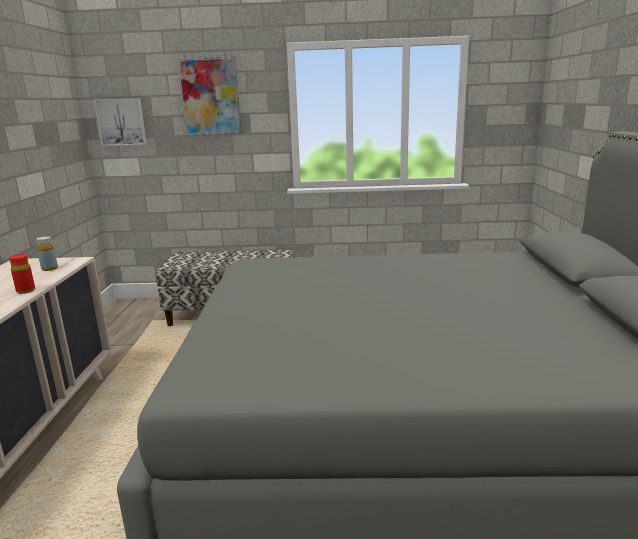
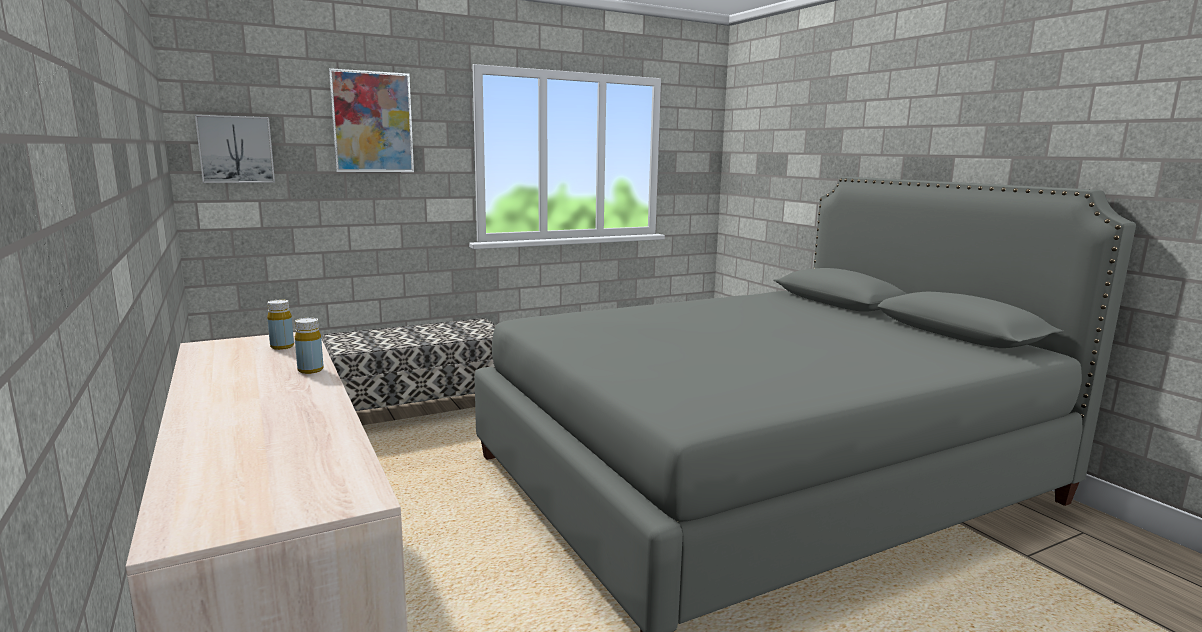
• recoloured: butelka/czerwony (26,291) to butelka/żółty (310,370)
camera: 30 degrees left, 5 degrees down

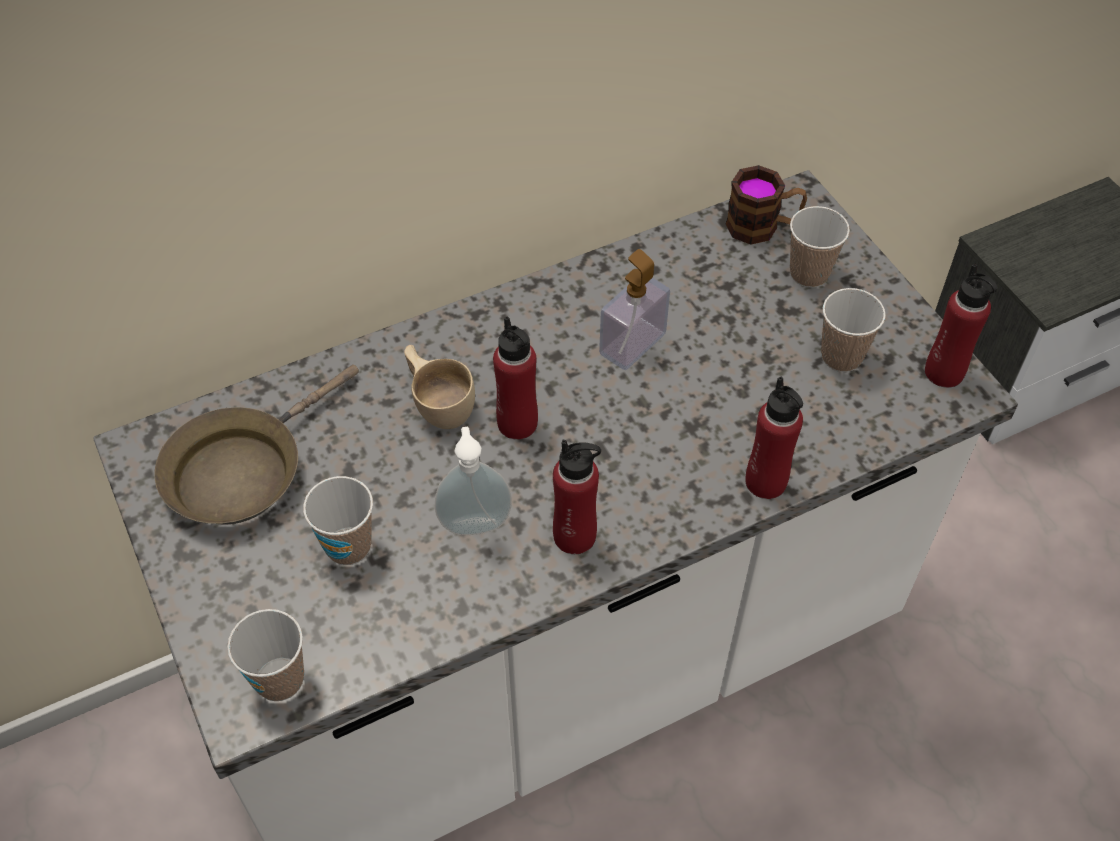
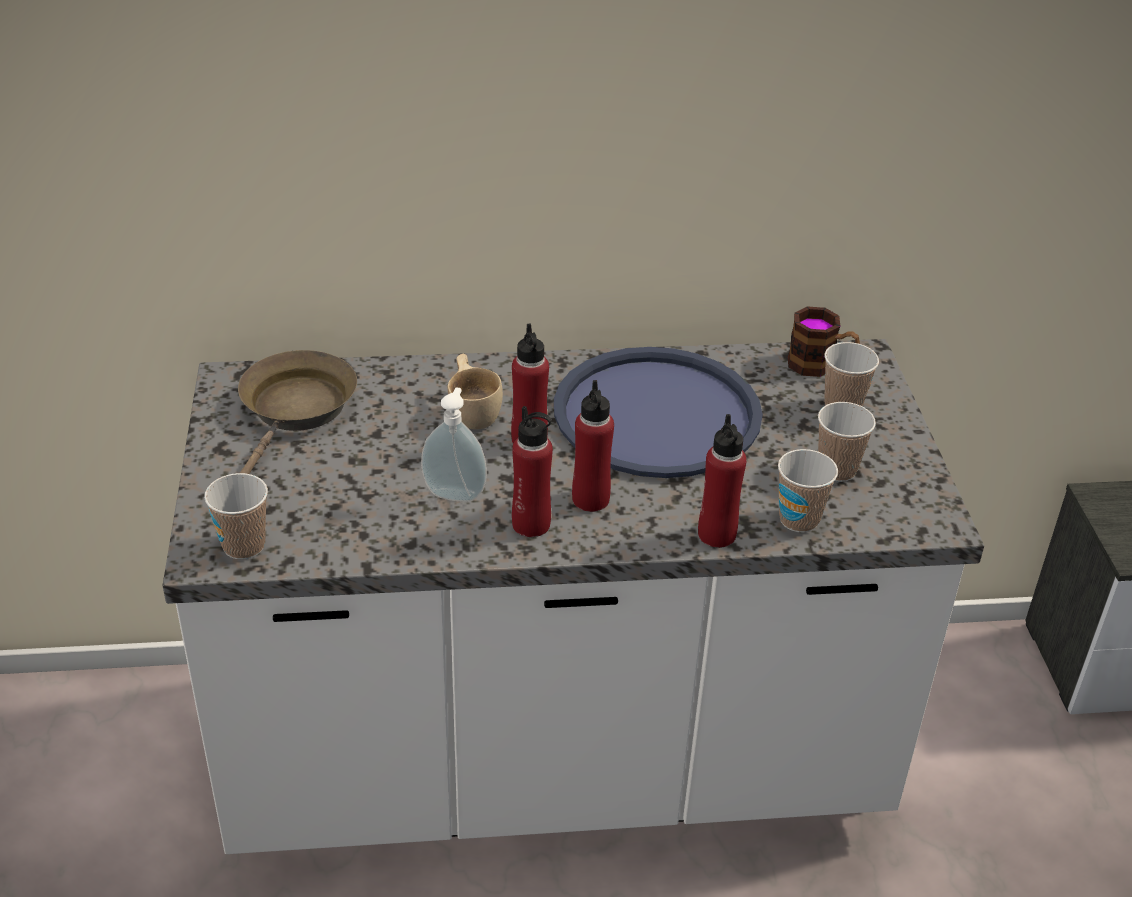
• moved: filiżanka (348,546) to (799,519)
• moved: butelka/czerwony (944,372) to (590,499)
• replaced: dozownik mydła (632,344) to taca/niebieski (657,414)
• turned: patelnia/brązowy (242,470) = (296,411) 135 degrees clockwise
camera: 20 degrees right, 15 degrees down

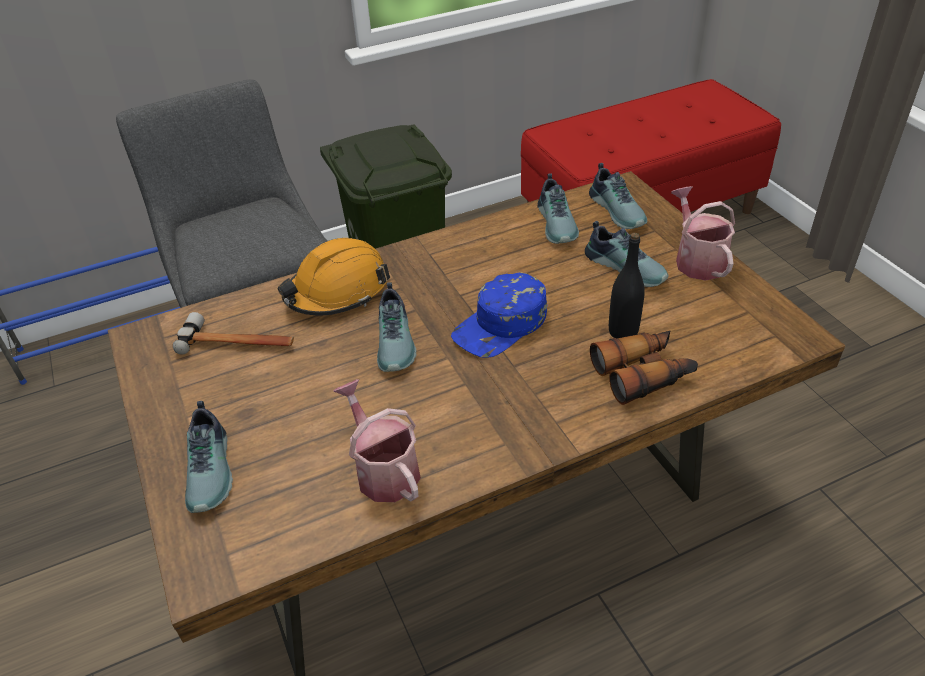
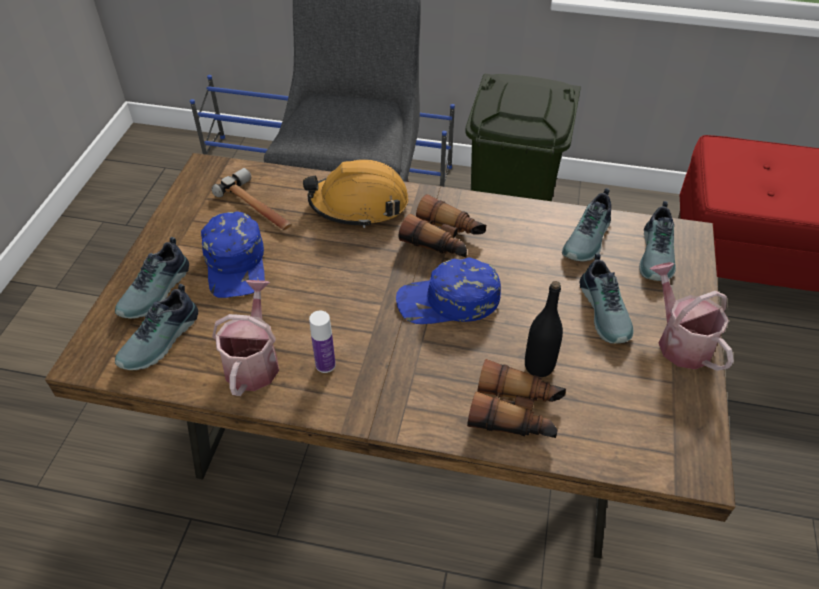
• added: czapka z daszkiem/niebieski (236,263)
• added: butelka (325,365)
• added: lornetka (444,239)
• moved: but (397,342) to (162,340)
• turned: konewka (697,260) = (680,341) 45 degrees counterclockwise
camera: 35 degrees right, 5 degrees up

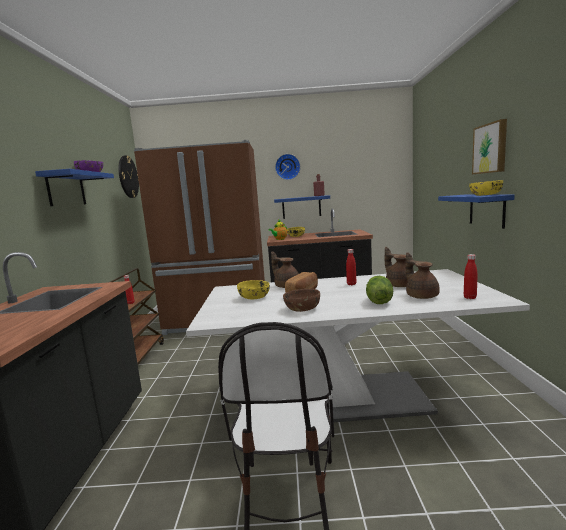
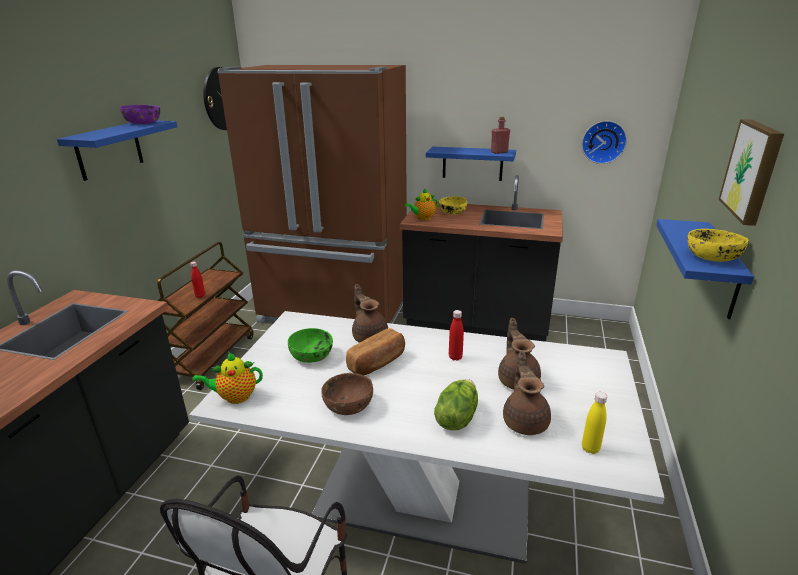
• added: imbryk (235,397)
• moved: zegar ścienny (287,167) to (603,142)
• recoloured: miska/żółty (254,297) to miska/zielony (312,356)
• recoloured: butelka/czerwony (470,297) to butelka/żółty (590,448)
camera: 15 degrees right, 15 degrees up

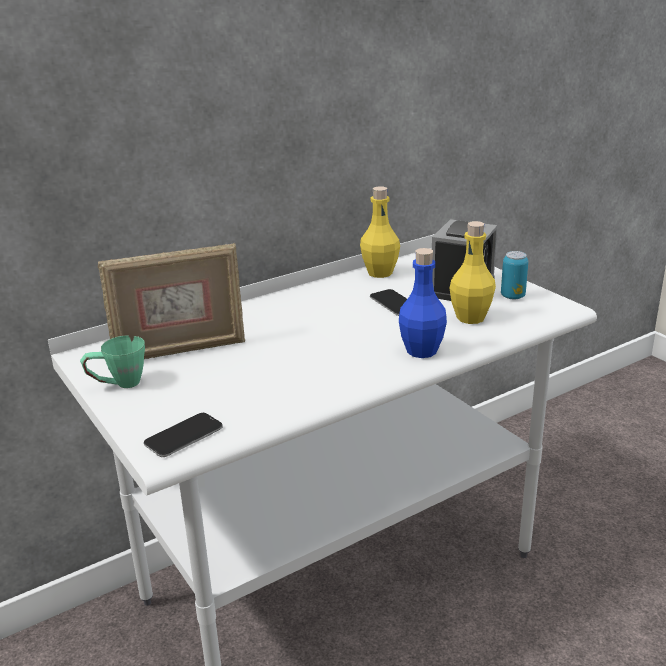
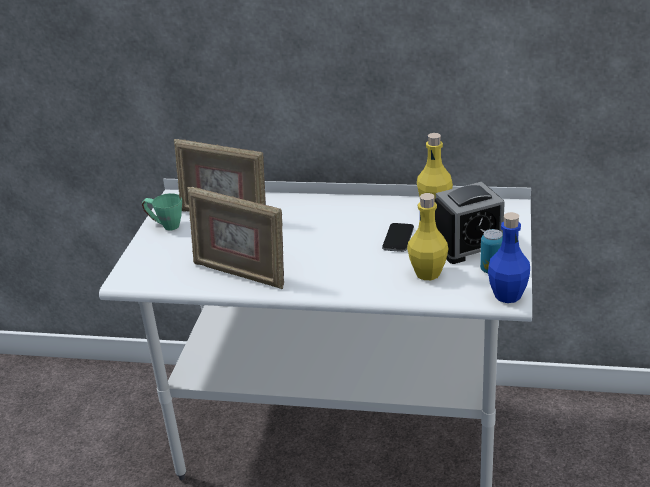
• removed: telefon (184,436)
• added: ramka na zdjęcie (240,273)
• moved: butelka/niebieski (421,351) to (507,295)
camera: 45 degrees right, 5 degrees up

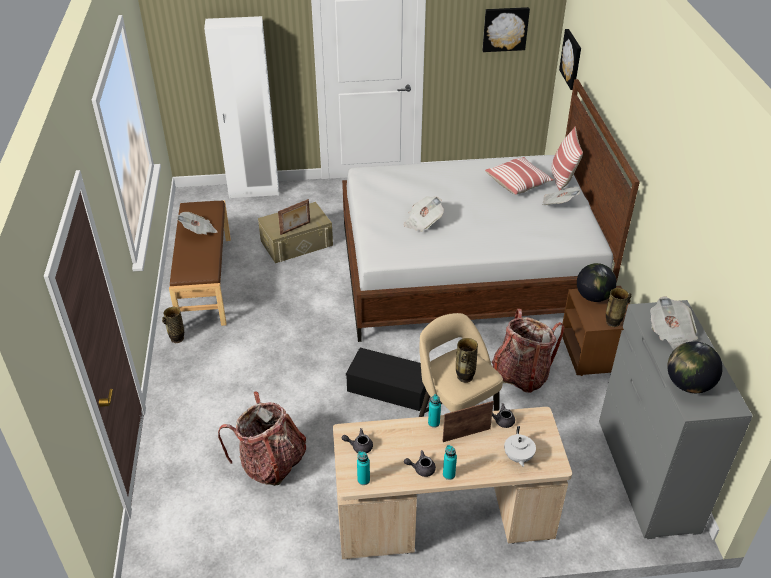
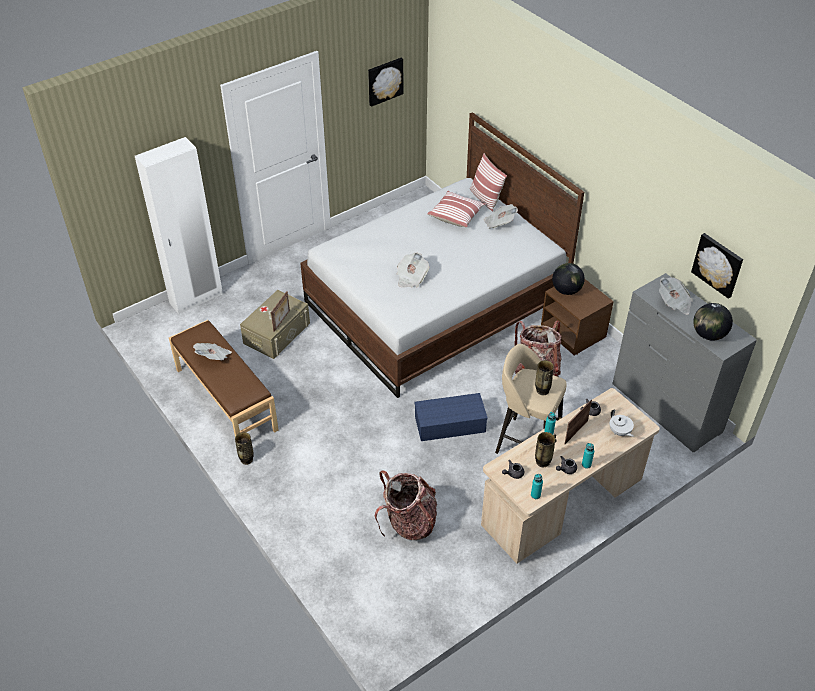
• moved: obraz (572,59) to (718,264)
• moved: wazon (613,322) to (543,462)
• recoloured: pojemnik do przechowywania/czarny (388,388) to pojemnik do przechowywania/niebieski (449,425)
camera: 30 degrees left, 5 degrees up

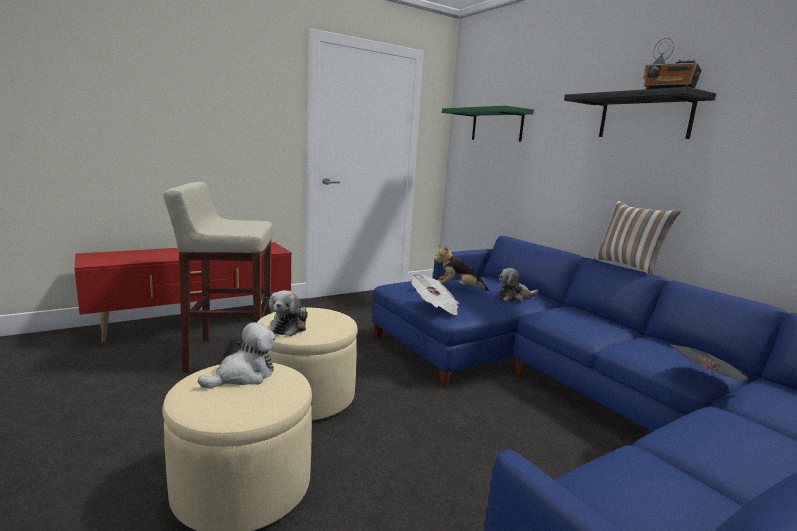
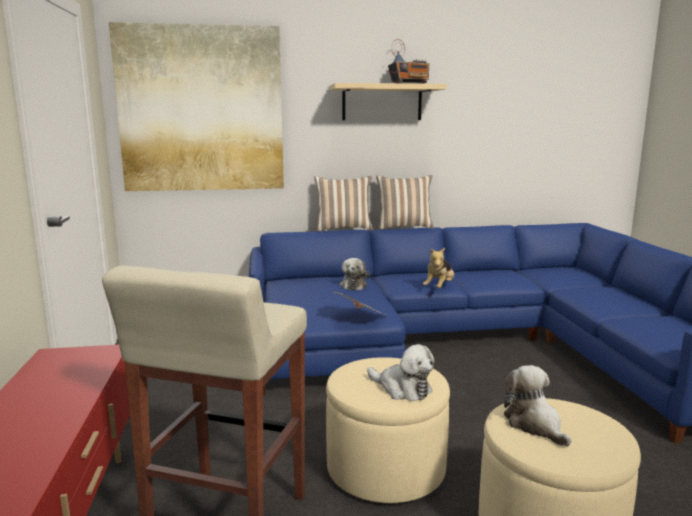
• removed: gazeta (706,381)
• added: poduszka (343,228)
• moved: pluszak (458,288) to (439,287)
• replaced: półka/zielony (497,125) to obraz (201,109)
• recoloured: półka/czarny (644,117) to półka/beżowy (382,102)
camera: 65 degrees left, 0 degrees up

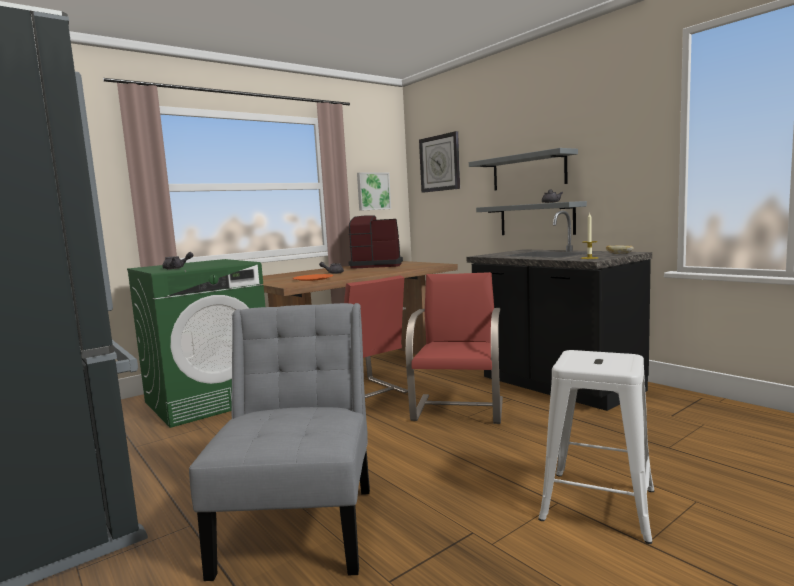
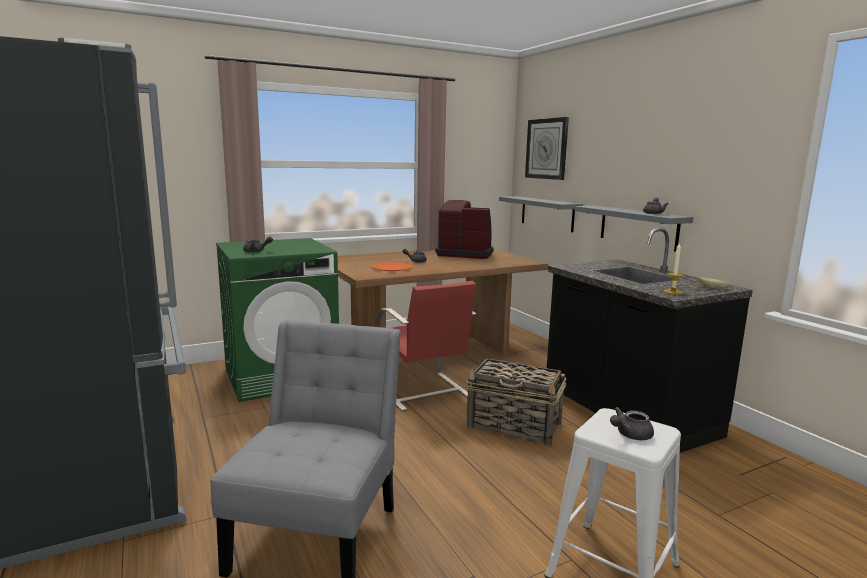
• removed: obraz (373,191)
• added: imbryk/szary (629,435)
• moved: półka/szary (528,171) to (547,213)
• replaced: krzesło/czerwony (459,408) to koszyk (515,425)
camera: 10 degrees right, 5 degrees up

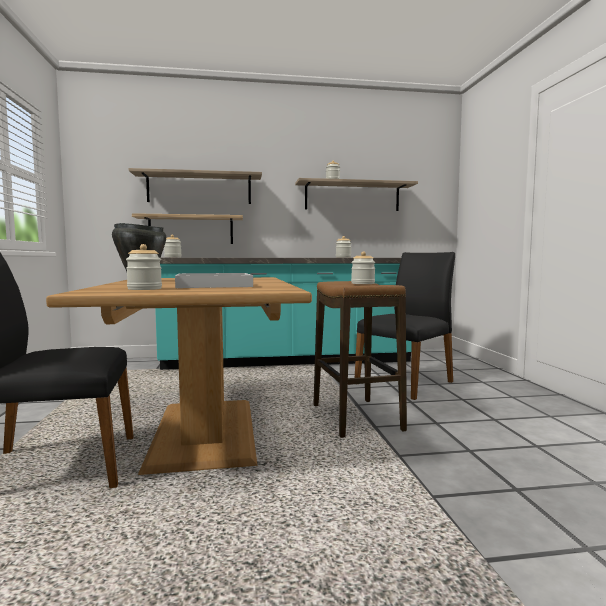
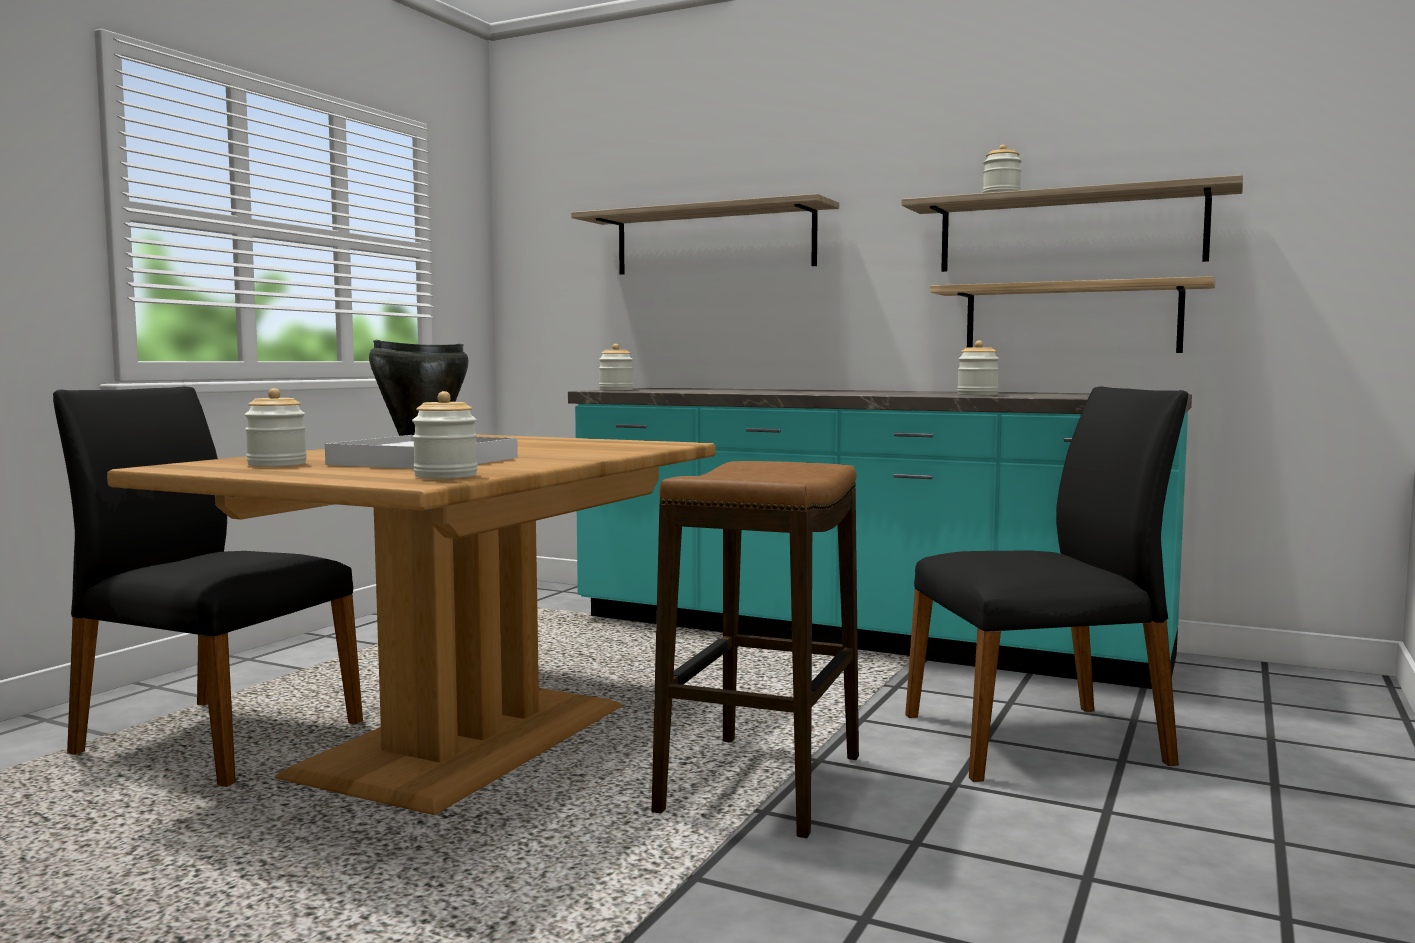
• moved: półka (191,230) to (1071,319)
• moved: słoik (363,283) to (446,476)
camera: 35 degrees right, 0 degrees up

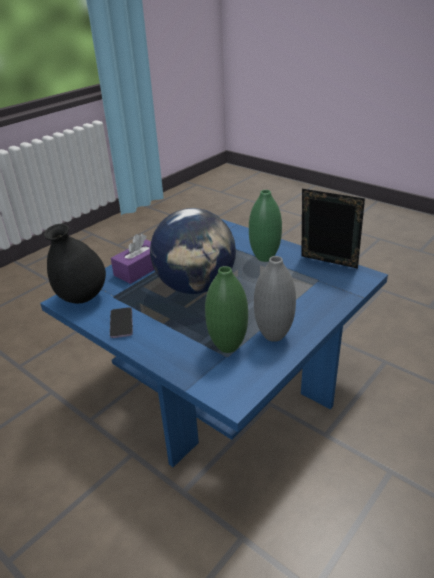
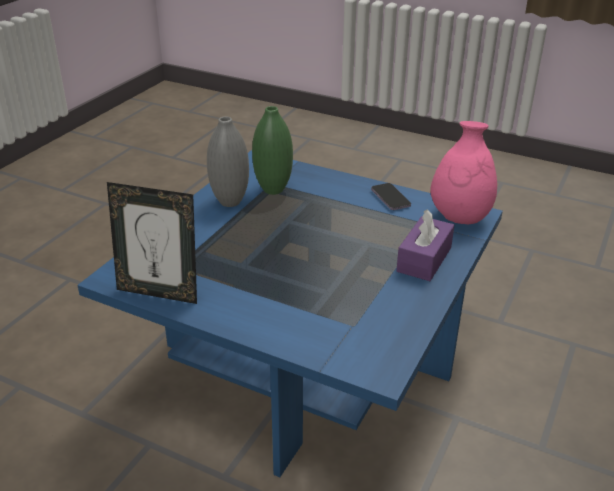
• removed: globus (196,287)
• removed: wazon/zielony (264,258)
• recoloured: wazon/czarny (82,298) to wazon/różowy (459,218)
camera: 165 degrees right, 0 degrees up

